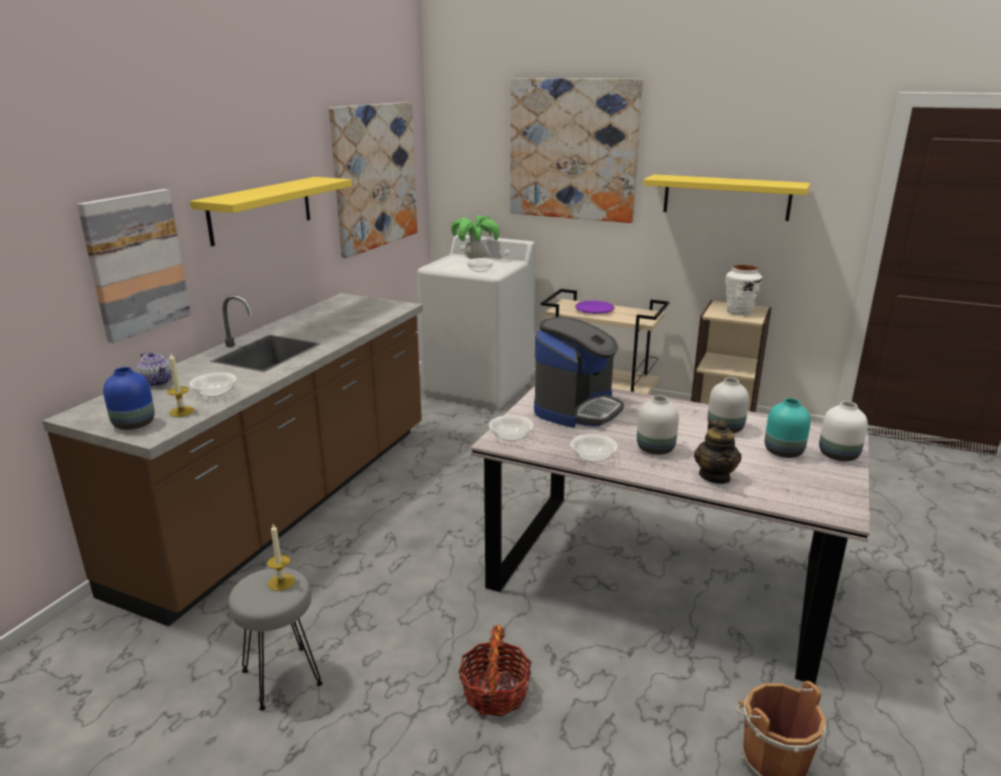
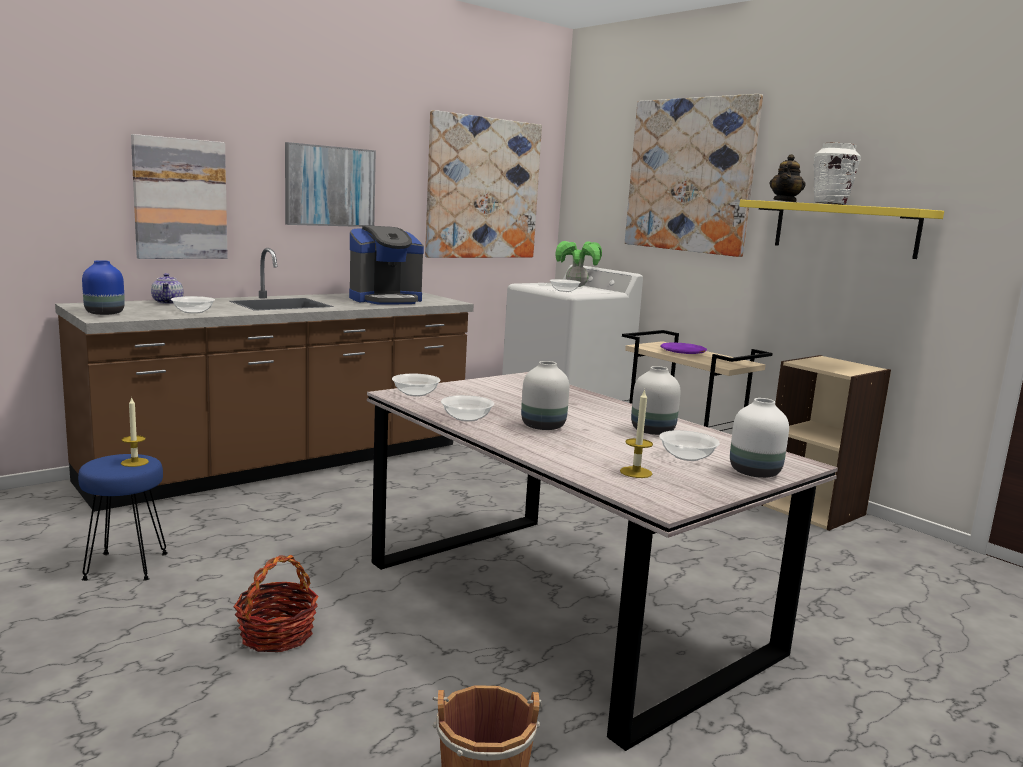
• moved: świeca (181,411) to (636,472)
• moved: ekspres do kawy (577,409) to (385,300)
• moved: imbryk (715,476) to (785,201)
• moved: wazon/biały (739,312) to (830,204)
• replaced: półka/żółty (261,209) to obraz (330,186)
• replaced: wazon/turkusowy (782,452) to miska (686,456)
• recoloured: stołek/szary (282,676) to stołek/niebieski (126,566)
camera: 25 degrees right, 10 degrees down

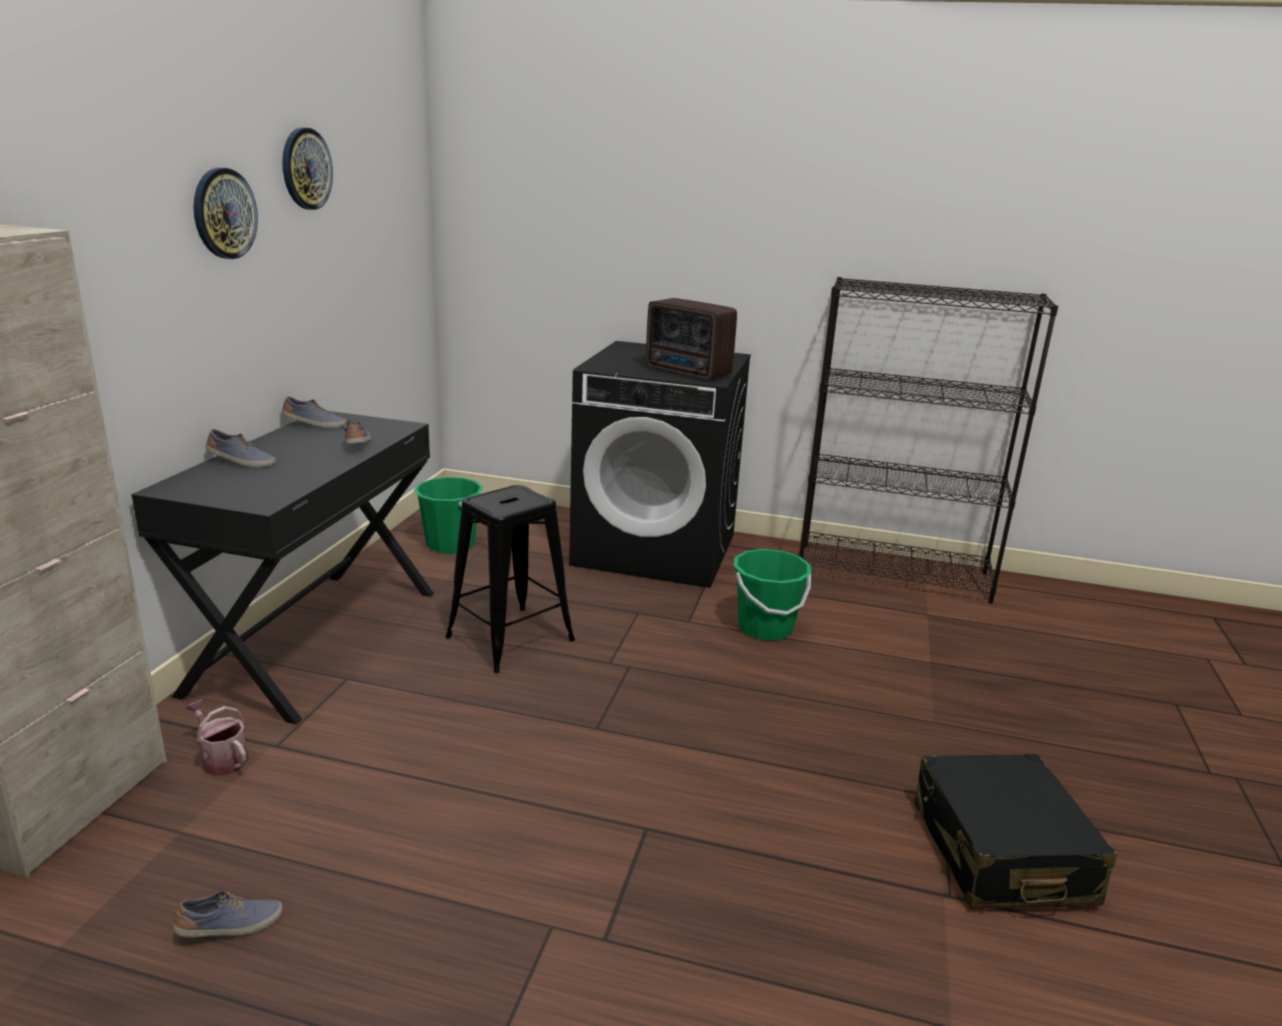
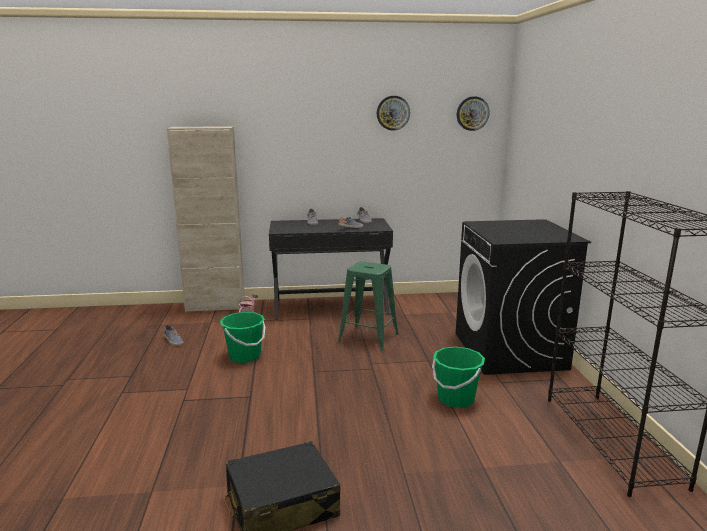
• removed: radio (688,373)
• moved: zegar ścienny (224,213) to (472,113)
• moved: wiadro/zielony (451,544) to (244,356)
• recoloured: stołek/czarny (511,638) to stołek/zielony (369,338)
camera: 70 degrees right, 5 degrees down

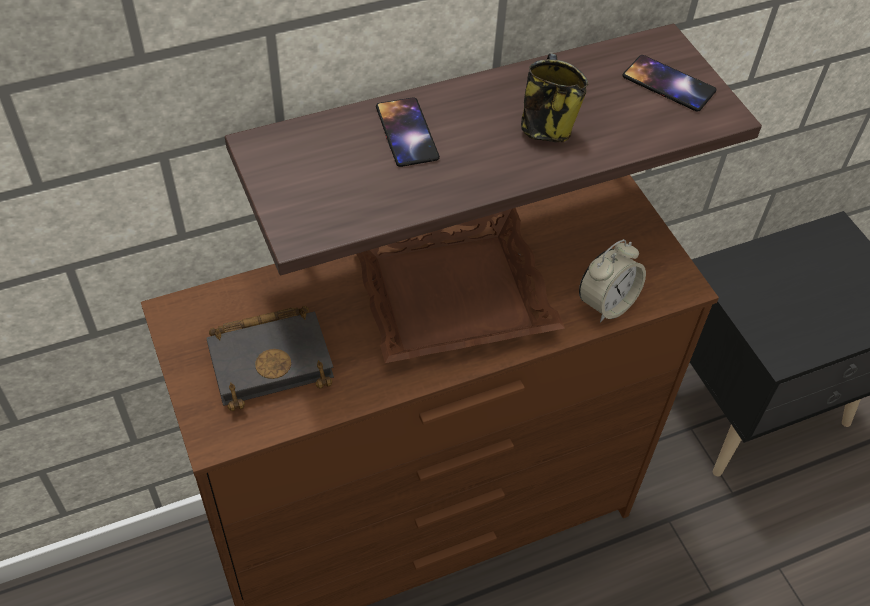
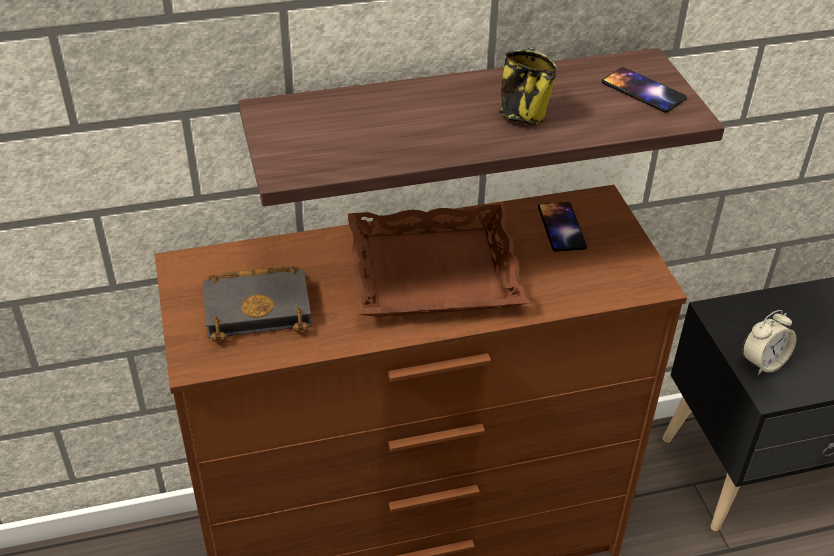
• moved: telefon (406,132) to (561,227)
• moved: budzik (606,304) to (763,363)
camera: 10 degrees right, 10 degrees down

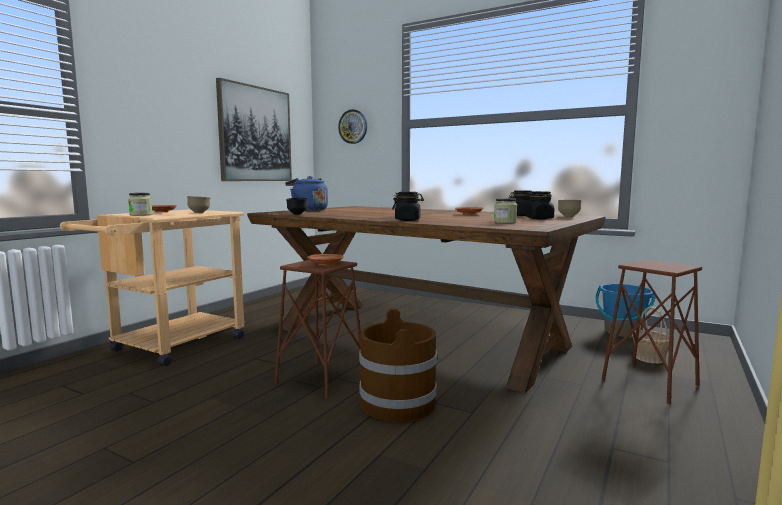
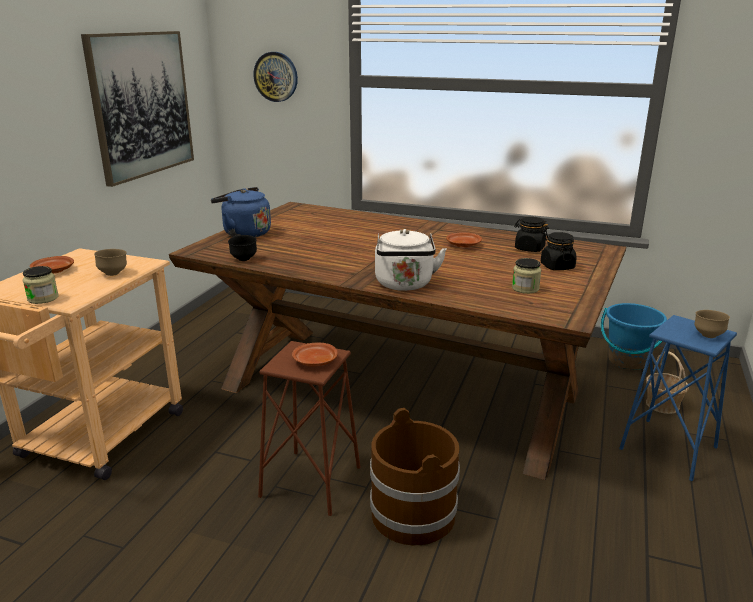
• moved: miska/brązowy (568,217) to (708,335)
• replaced: słoik/czarny (408,220) to czajnik/biały (405,285)
• recoloured: stołek/brązowy (649,383) to stołek/niebieski (668,449)
camera: 10 degrees left, 15 degrees up

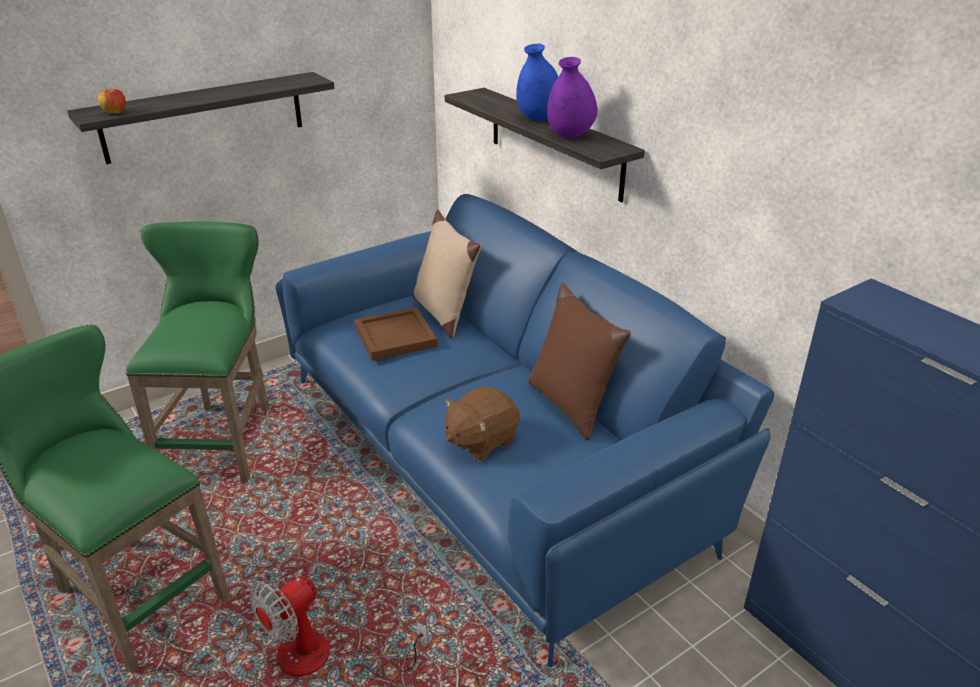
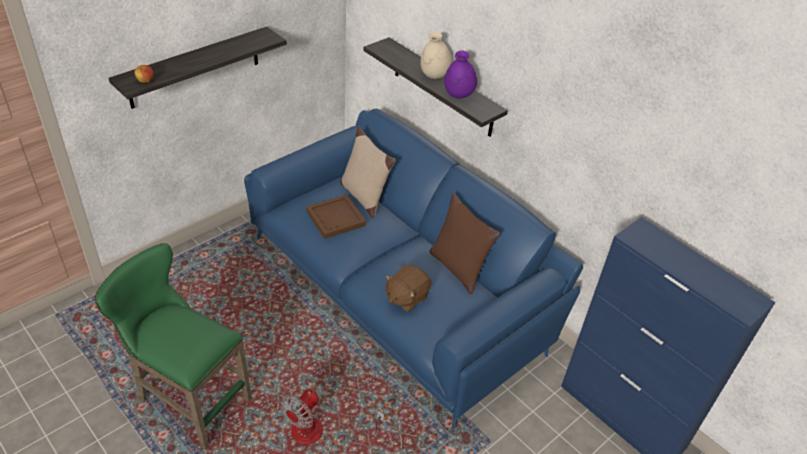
• removed: stołek/zielony (224,437)
• recoloured: wazon/niebieski (538,119) to wazon/beżowy (434,76)
camera: 10 degrees left, 10 degrees up

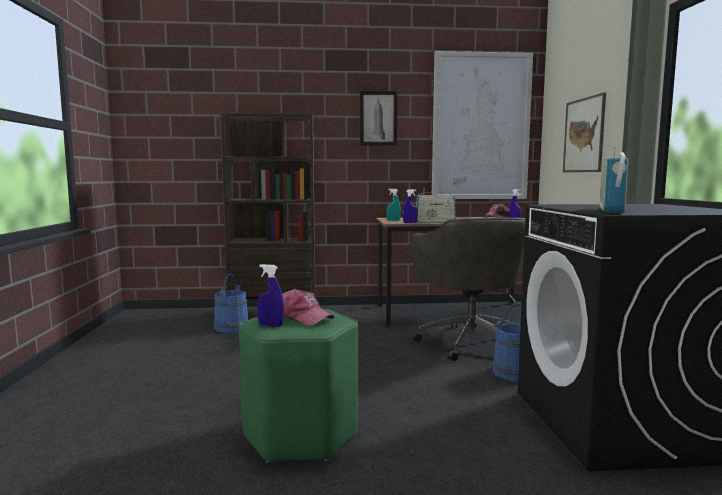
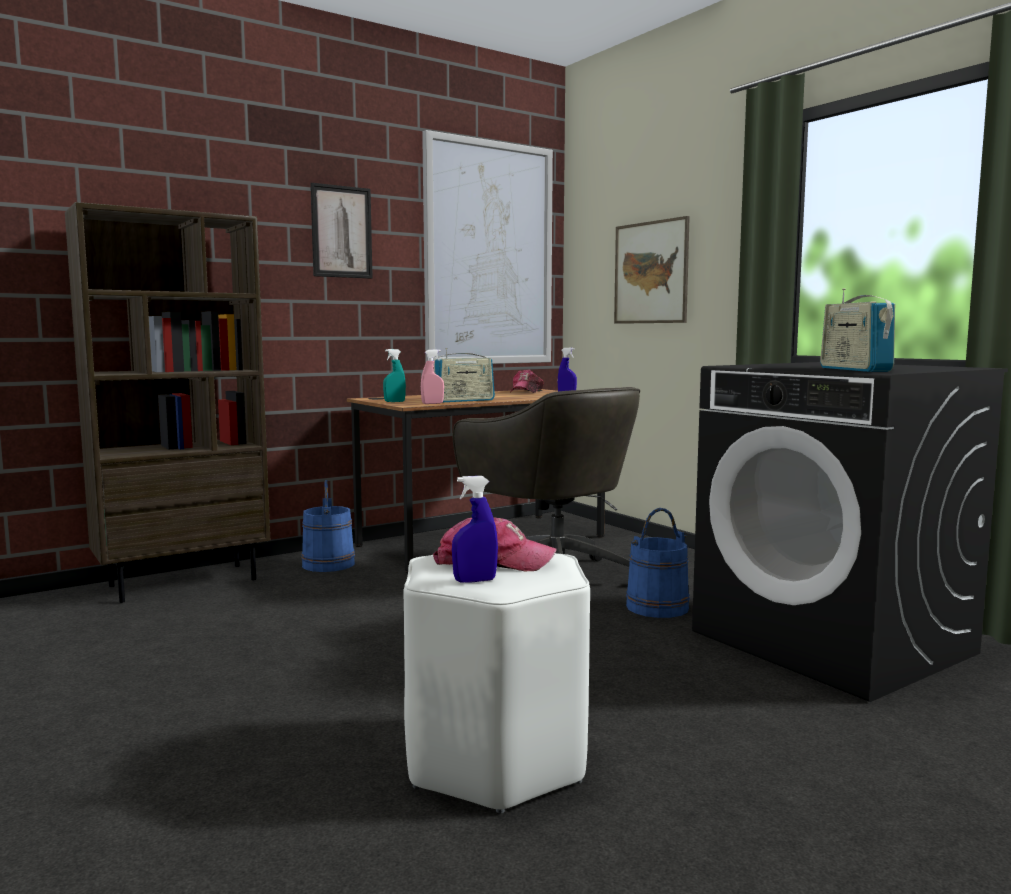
• moved: wiadro/niebieski (231,327) to (329,564)
• recoloured: stołek/zielony (301,435) to stołek/biały (495,759)
• recoloured: spryskiwacz/niebieski (410,223) to spryskiwacz/różowy (432,403)
camera: 30 degrees left, 0 degrees up

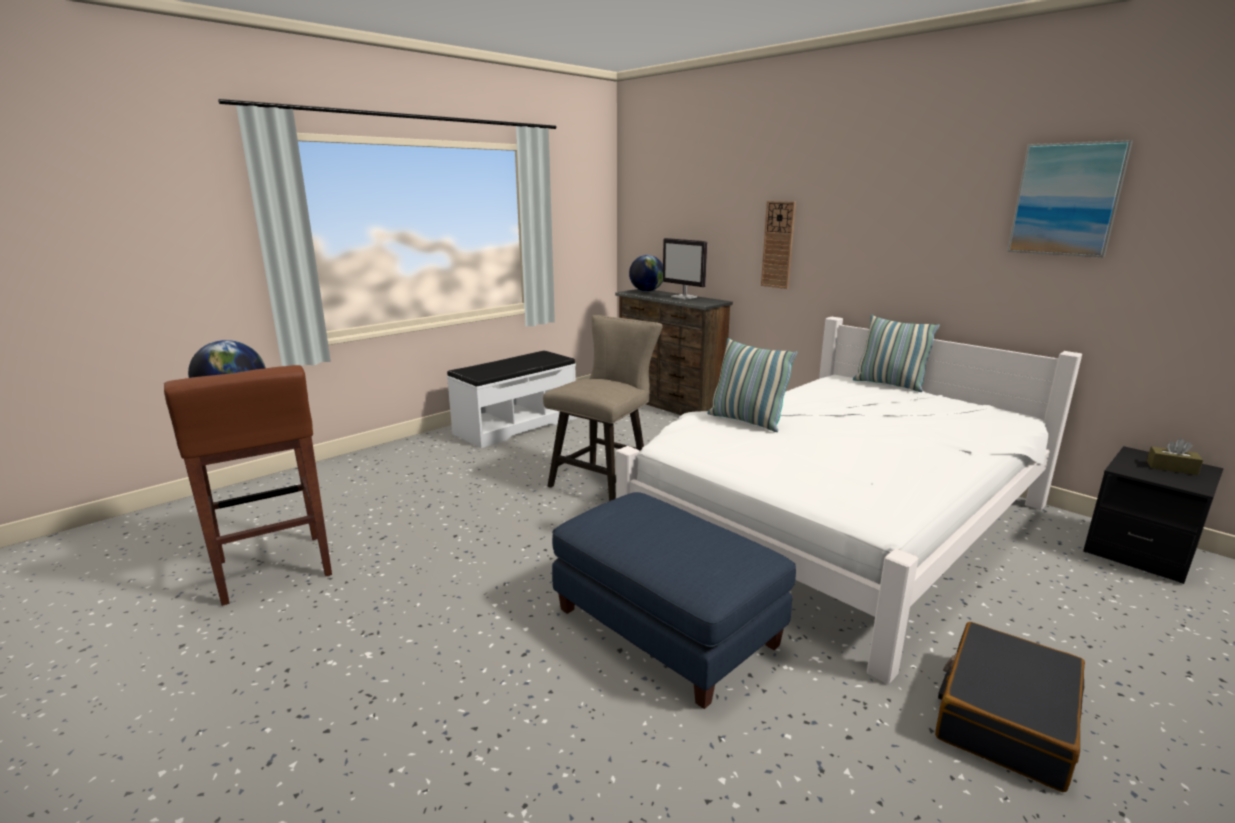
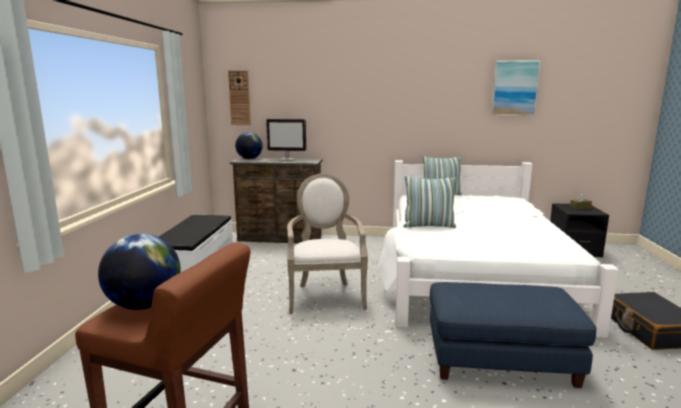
• moved: zegar ścienny (778,245) to (239,98)
• replaced: stołek/beżowy (604,481) to fotel (326,296)
camera: 40 degrees left, 5 degrees down

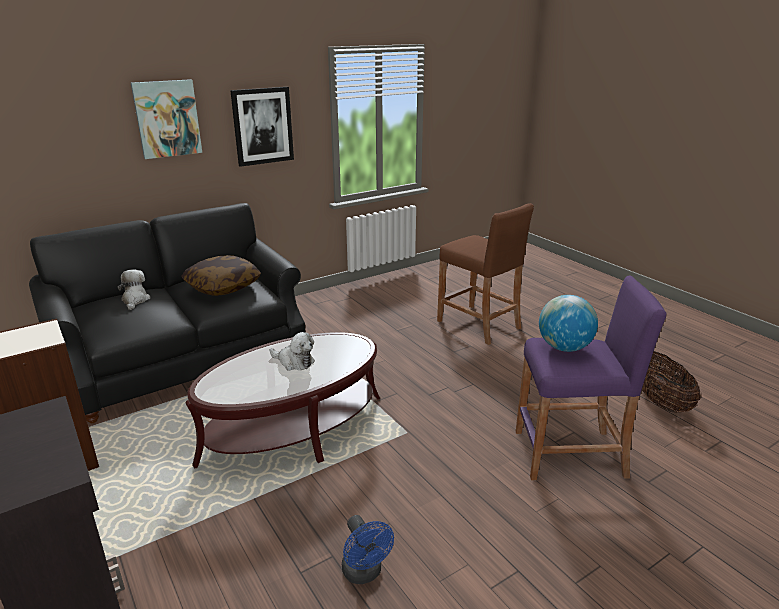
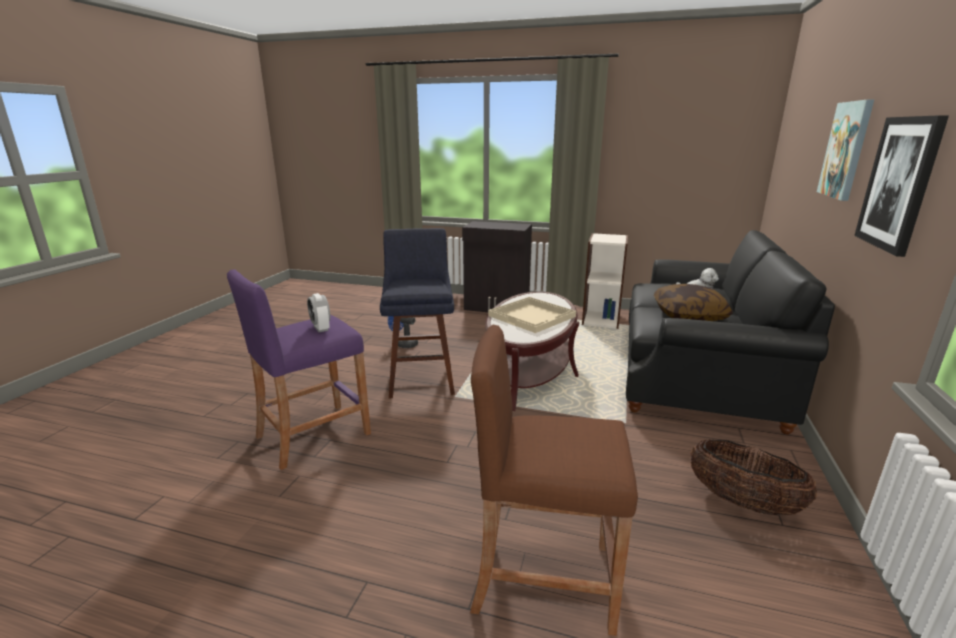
• added: stołek/niebieski (421,378)
• moved: koszyk (659,401) to (742,502)
• replaced: pluszak (294,362) to taca/beżowy (532,316)
• replaced: globus (564,347) to budzik (321,328)
camera: 140 degrees right, 5 degrees down

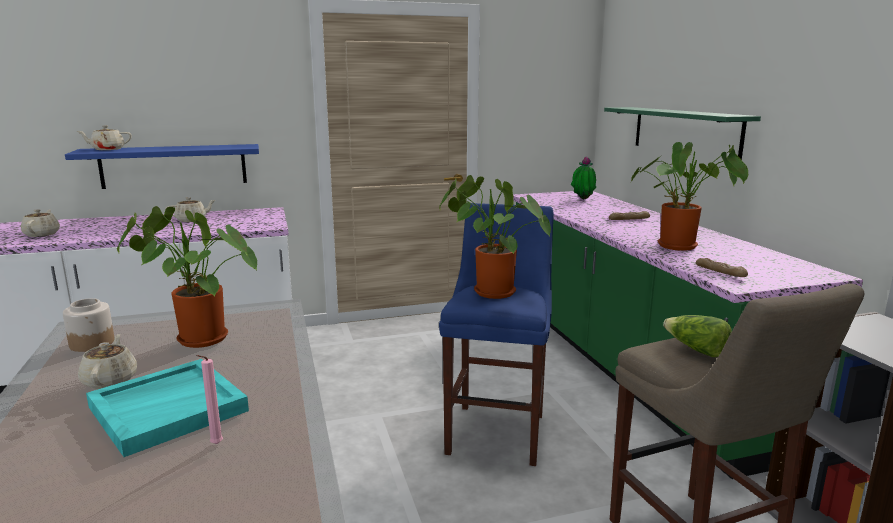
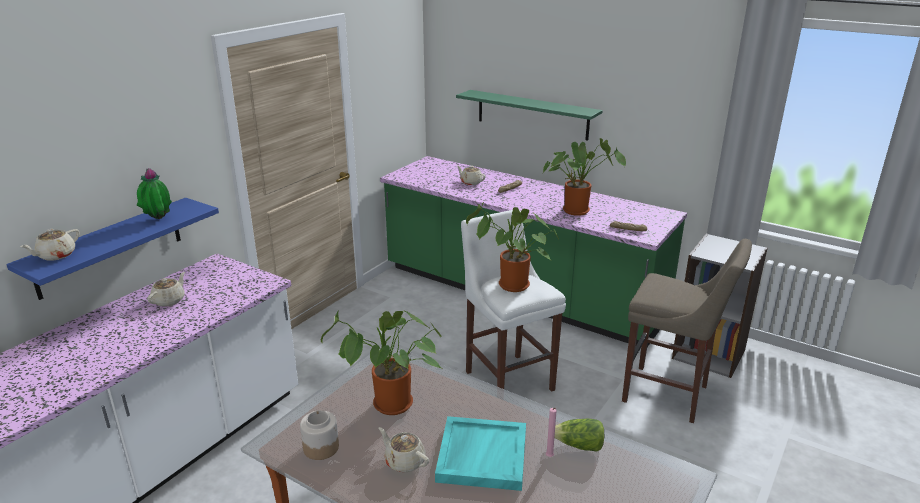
• moved: imbryk/beżowy (42,234) to (471,182)
• moved: roślina doniczkowa (582,199) to (158,220)
• moved: sałata (696,350) to (579,446)
• recoloured: stołek/niebieski (498,430) to stołek/biały (507,378)
camera: 40 degrees left, 10 degrees up

